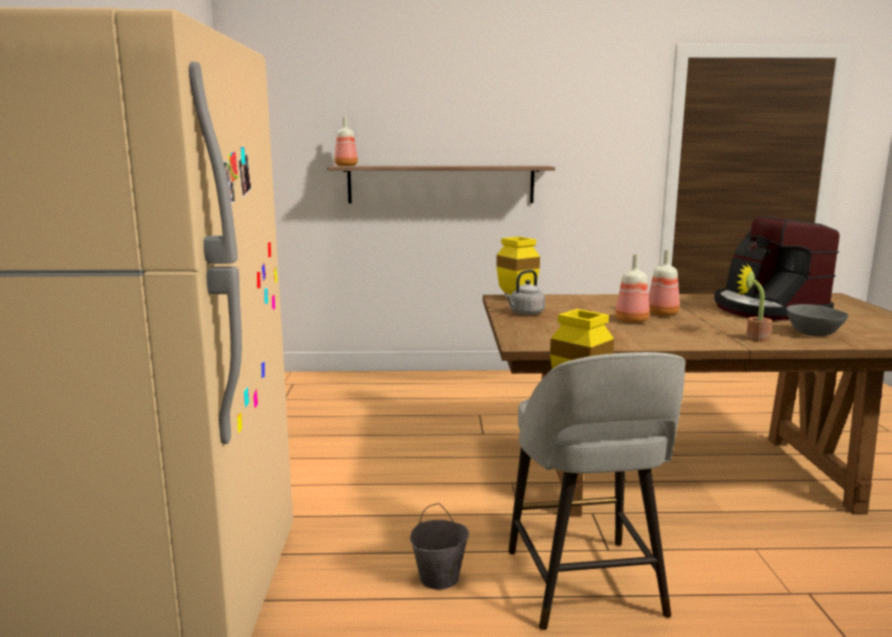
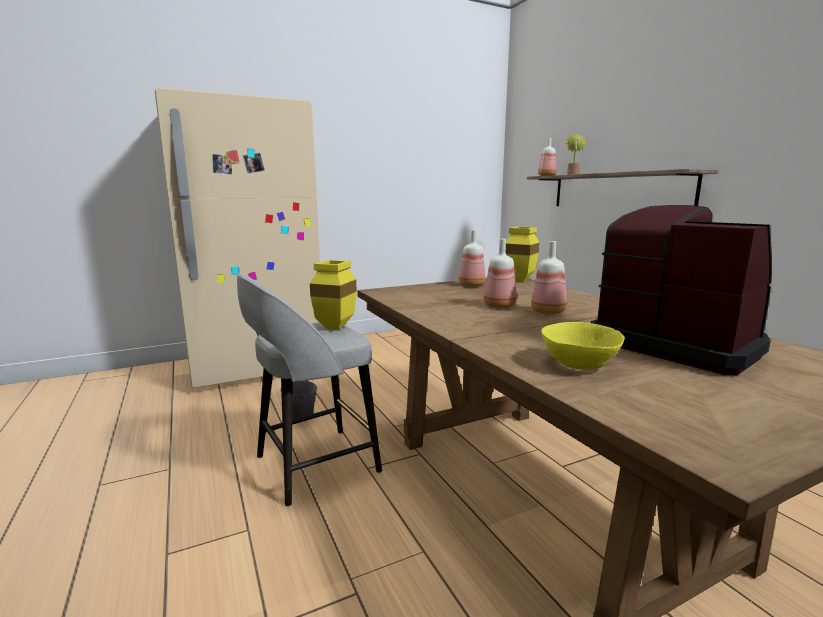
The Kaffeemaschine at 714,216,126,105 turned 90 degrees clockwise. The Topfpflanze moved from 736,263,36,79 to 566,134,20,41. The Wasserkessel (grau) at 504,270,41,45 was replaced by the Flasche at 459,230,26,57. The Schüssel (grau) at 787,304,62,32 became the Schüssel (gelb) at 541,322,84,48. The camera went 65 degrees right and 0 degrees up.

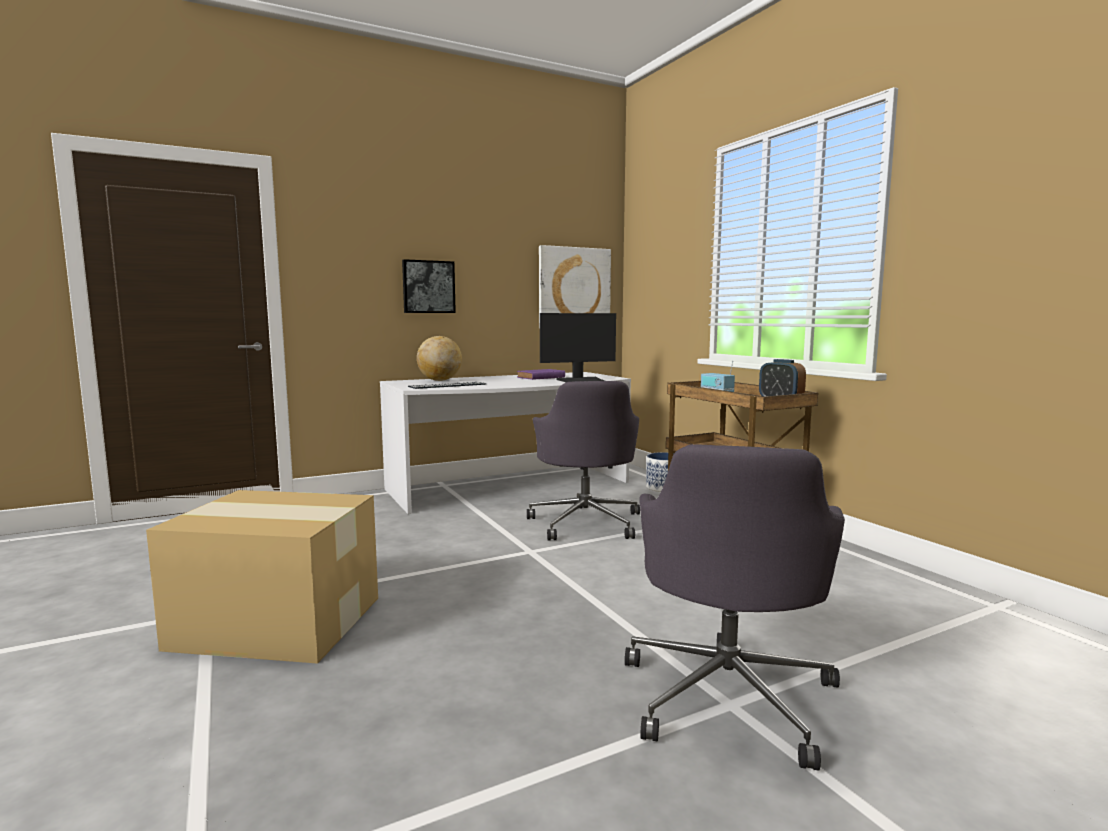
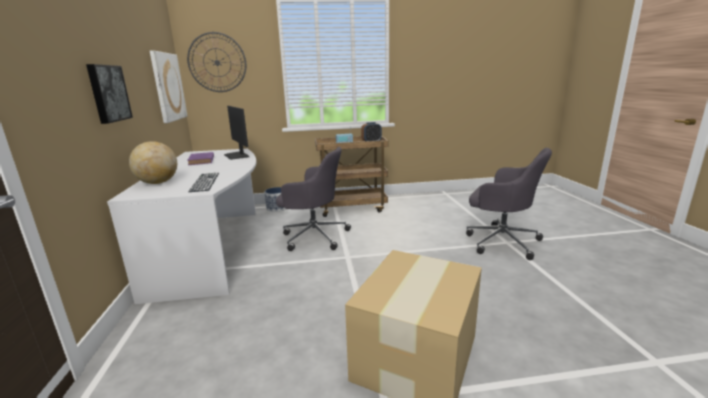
The Monitor at 540,313,76,69 turned 150 degrees clockwise. The Wanduhr at 187,32,60,60 appeared. The camera went 70 degrees left and 10 degrees up.

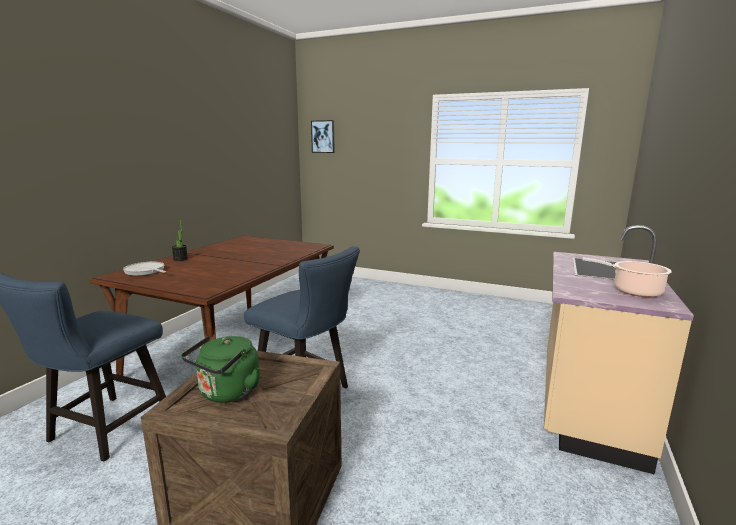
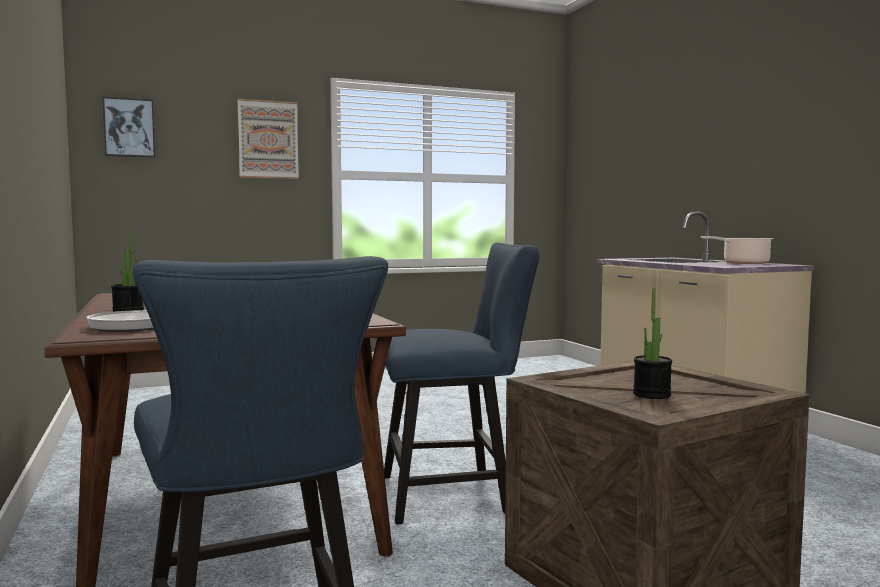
The Wasserkessel (grün) at 181,336,79,67 was replaced by the Topfpflanze at 633,288,39,111. The Bild at 238,98,61,81 appeared. The camera went 45 degrees left and 10 degrees down.

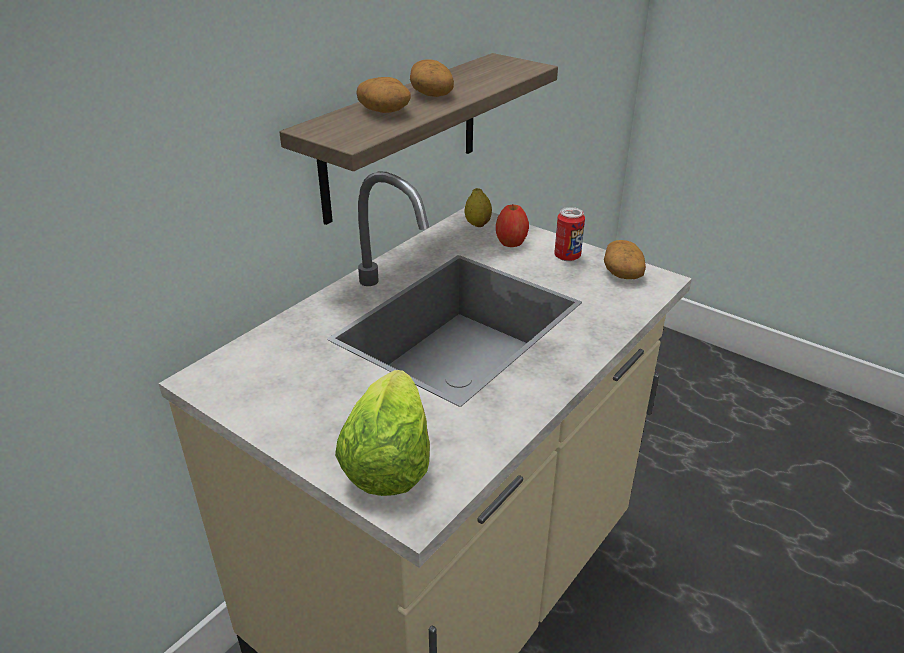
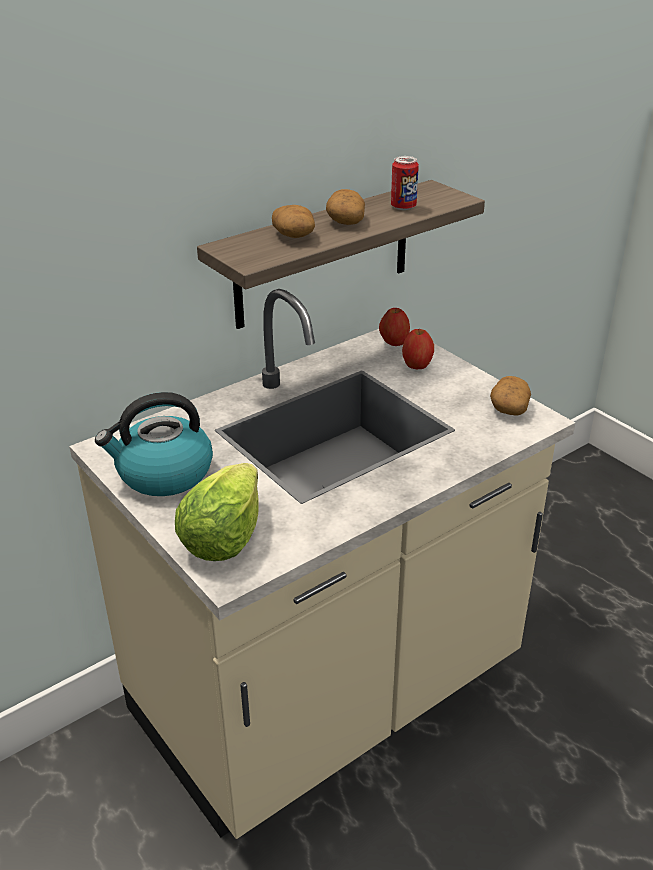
The Zitrone at 464,188,28,39 was replaced by the Apfel at 379,308,31,38. The Dose moved from 554,207,31,54 to 391,156,28,54. The Wasserkessel at 95,392,118,104 appeared. The camera went 15 degrees right and 0 degrees up.

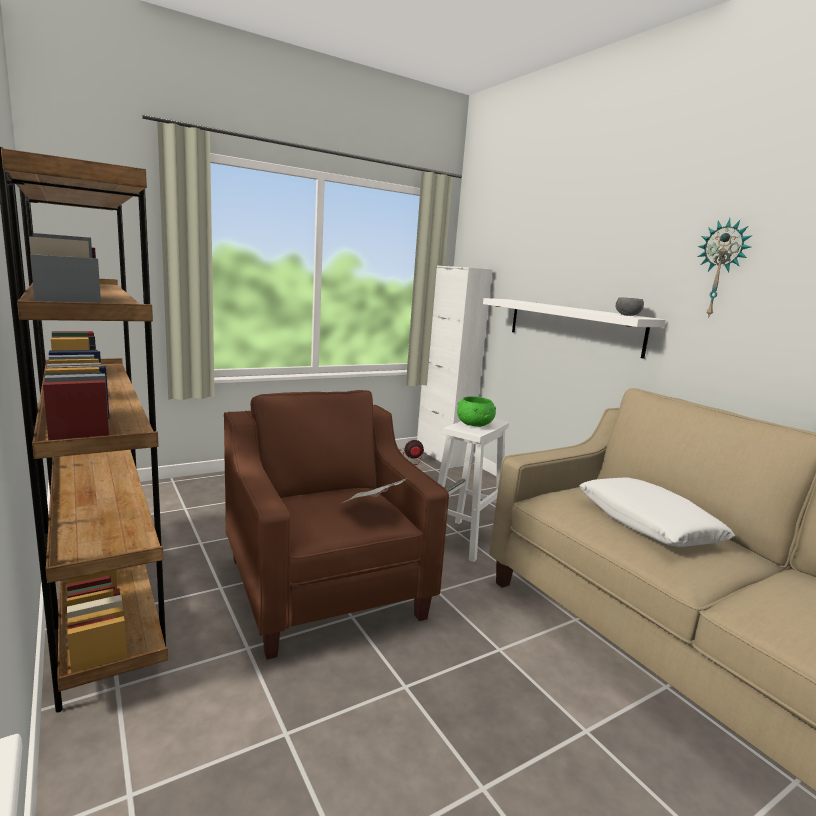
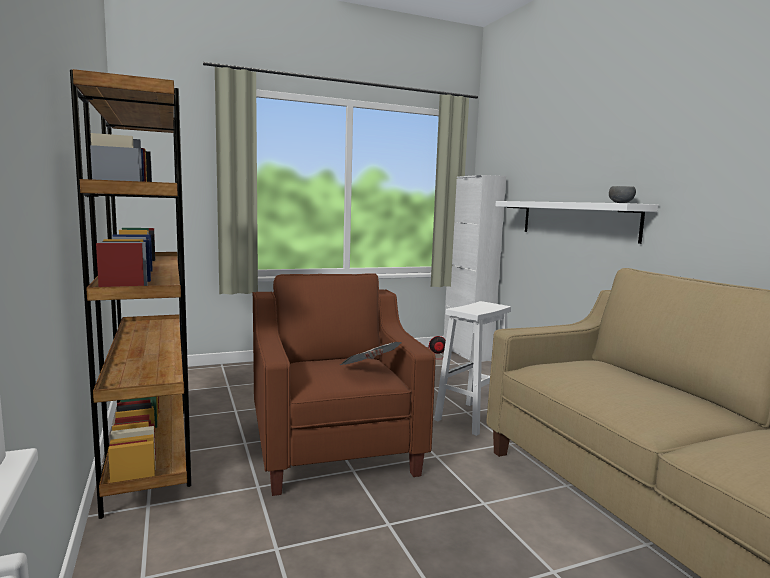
The Wanduhr at 697,218,54,100 disappeared. The Schüssel (grün) at 457,396,39,31 disappeared. The Kissen (weiß) at 580,478,155,69 disappeared. The camera went 10 degrees right and 5 degrees down.

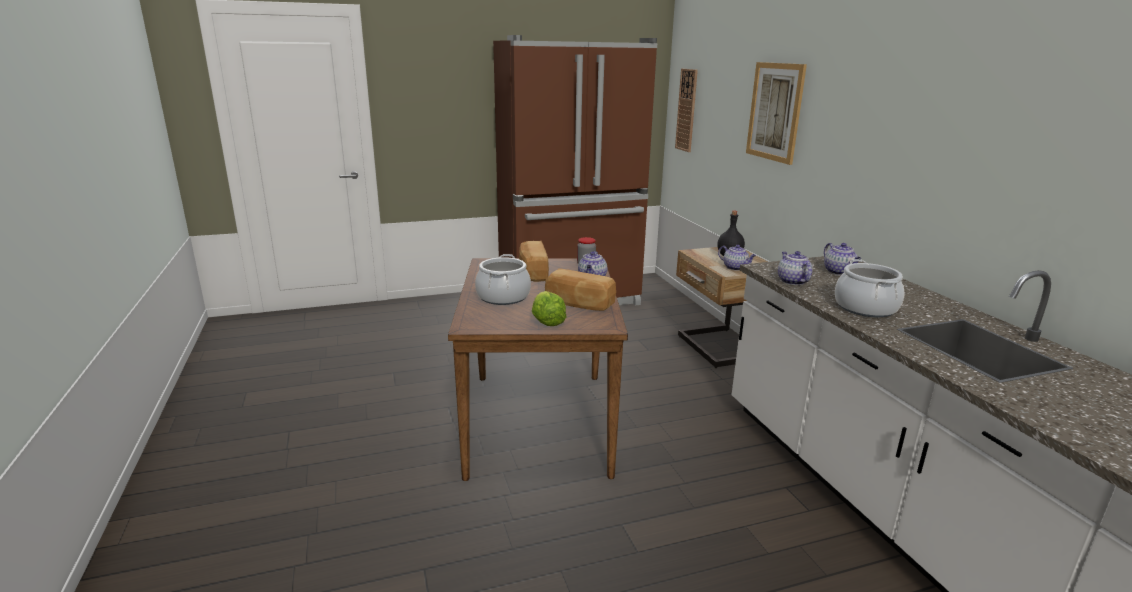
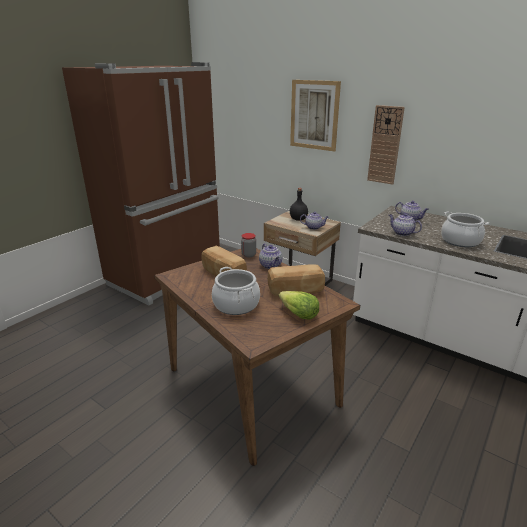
The Wanduhr moved from 675,69,23,83 to 367,105,38,80. The camera went 35 degrees left and 5 degrees up.

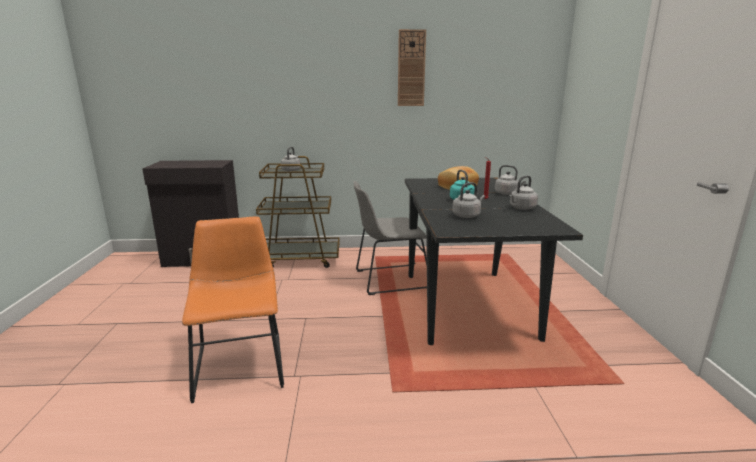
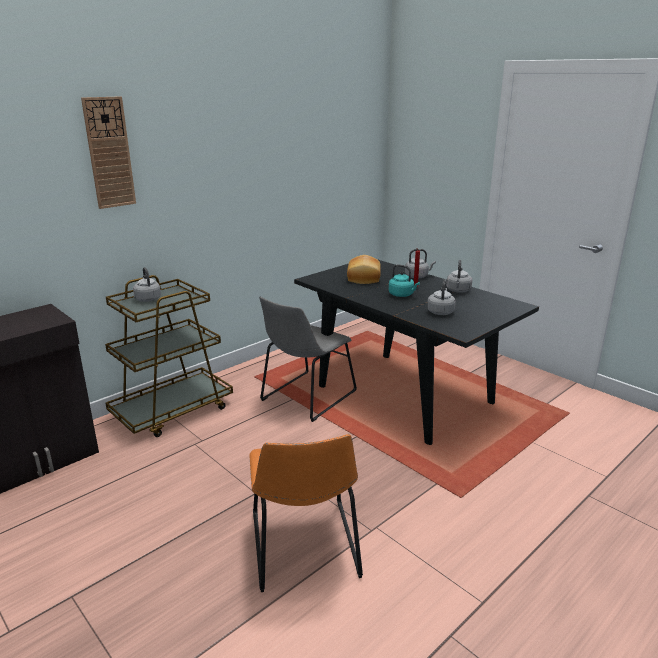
The Wanduhr moved from 398,29,28,77 to 81,96,55,113. The Stuhl (orange) at 182,216,102,187 turned 135 degrees counterclockwise. The camera went 40 degrees left and 5 degrees up.

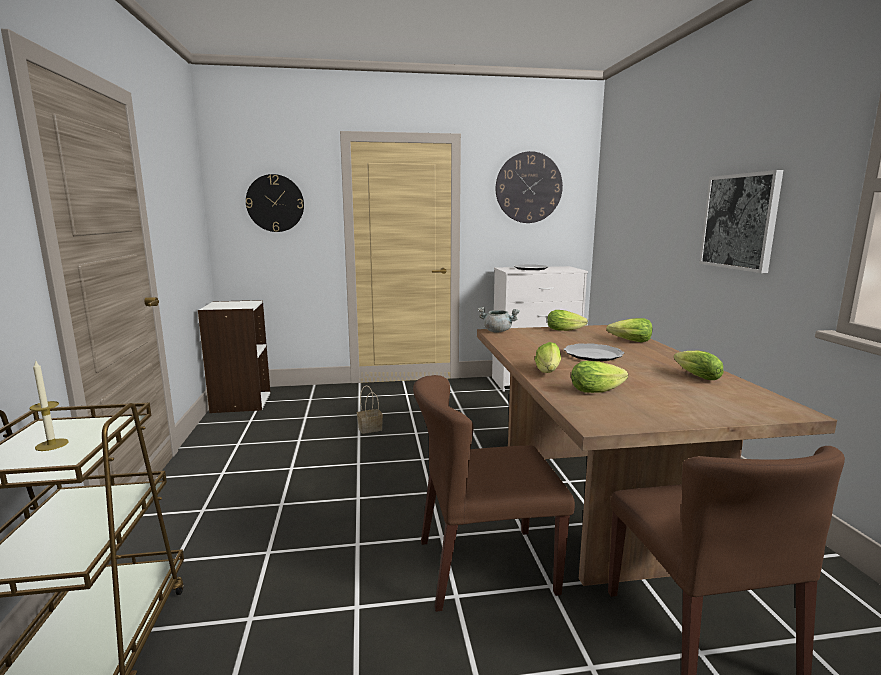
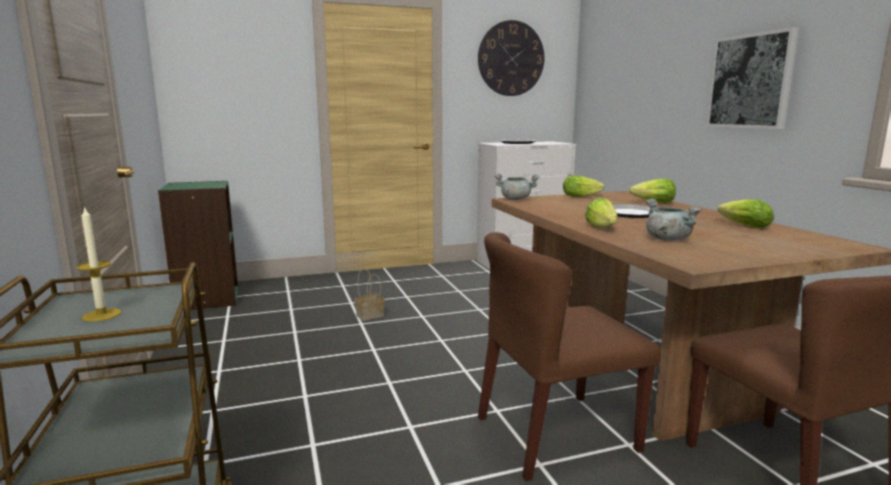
The Wanduhr at 246,174,58,58 disappeared. The Bücherregal (weiß) at 198,300,73,113 became the Bücherregal (grün) at 158,181,80,129. The Salatkopf at 571,361,57,32 was replaced by the Kochtopf (grau) at 646,199,56,42. The camera went 10 degrees left and 0 degrees up.

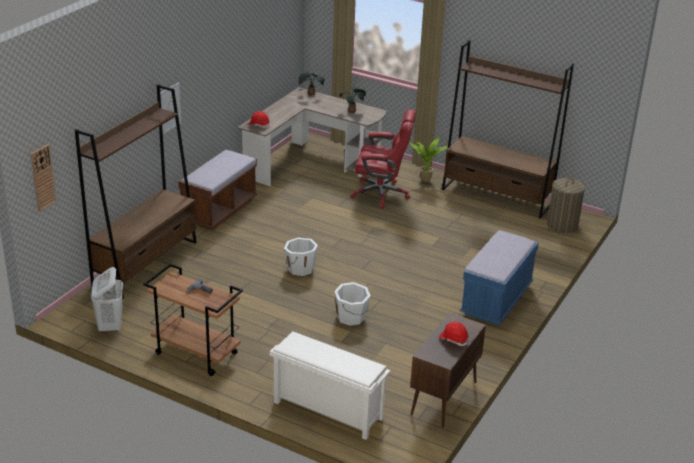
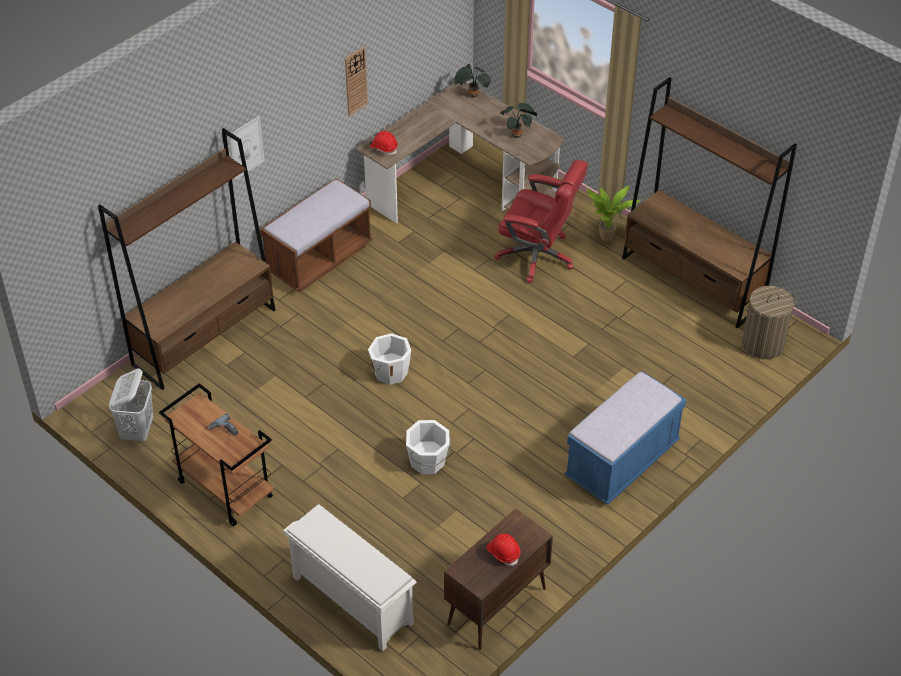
The Wanduhr moved from 31,144,25,68 to 345,47,23,69. The camera went 15 degrees right and 15 degrees up.

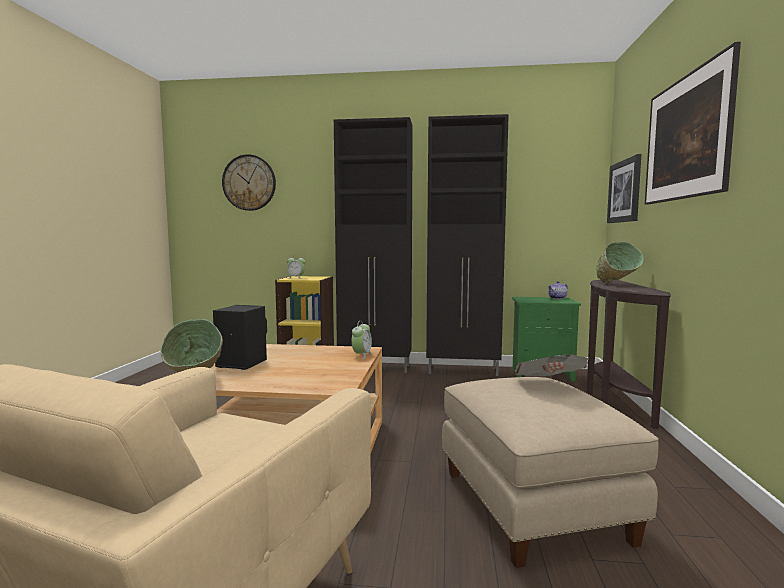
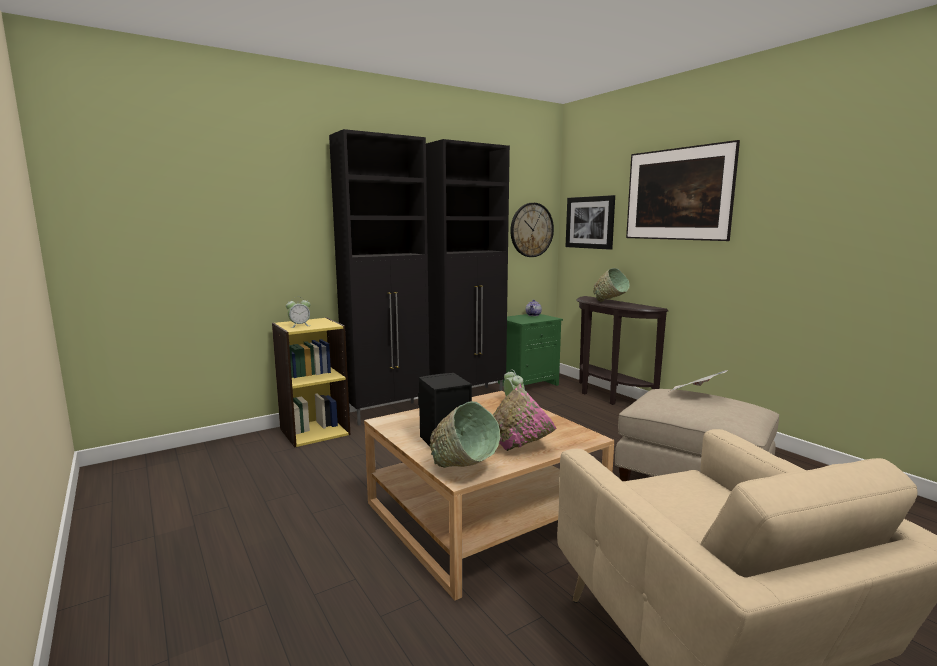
The Wanduhr moved from 222,154,54,57 to 510,203,44,54. The Schüssel (rosa) at 493,384,64,67 appeared. The camera went 40 degrees left and 5 degrees up.

